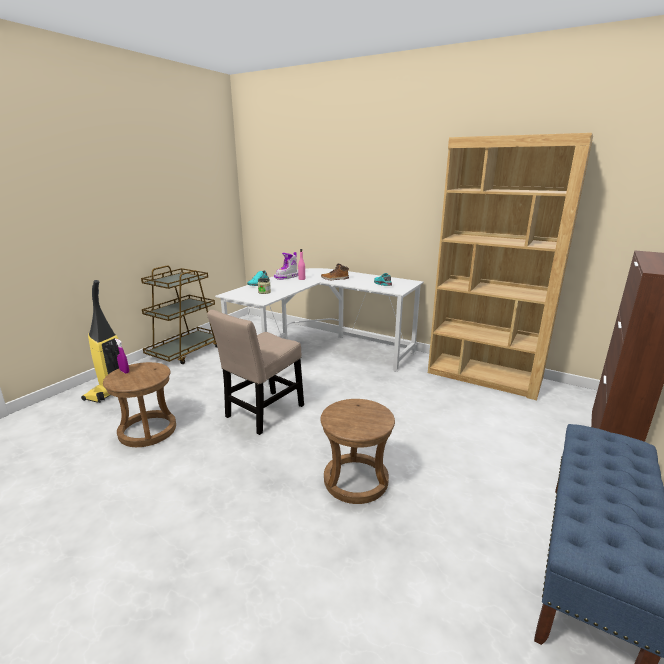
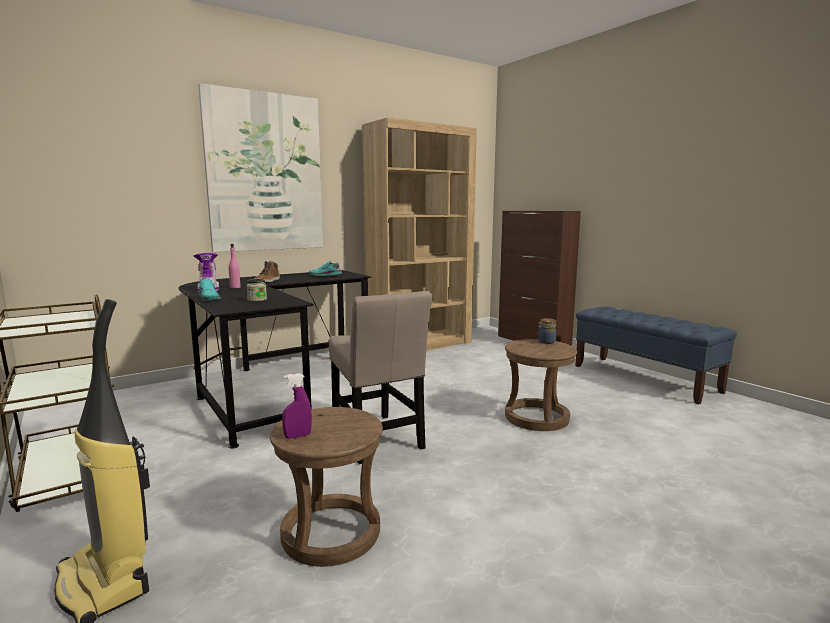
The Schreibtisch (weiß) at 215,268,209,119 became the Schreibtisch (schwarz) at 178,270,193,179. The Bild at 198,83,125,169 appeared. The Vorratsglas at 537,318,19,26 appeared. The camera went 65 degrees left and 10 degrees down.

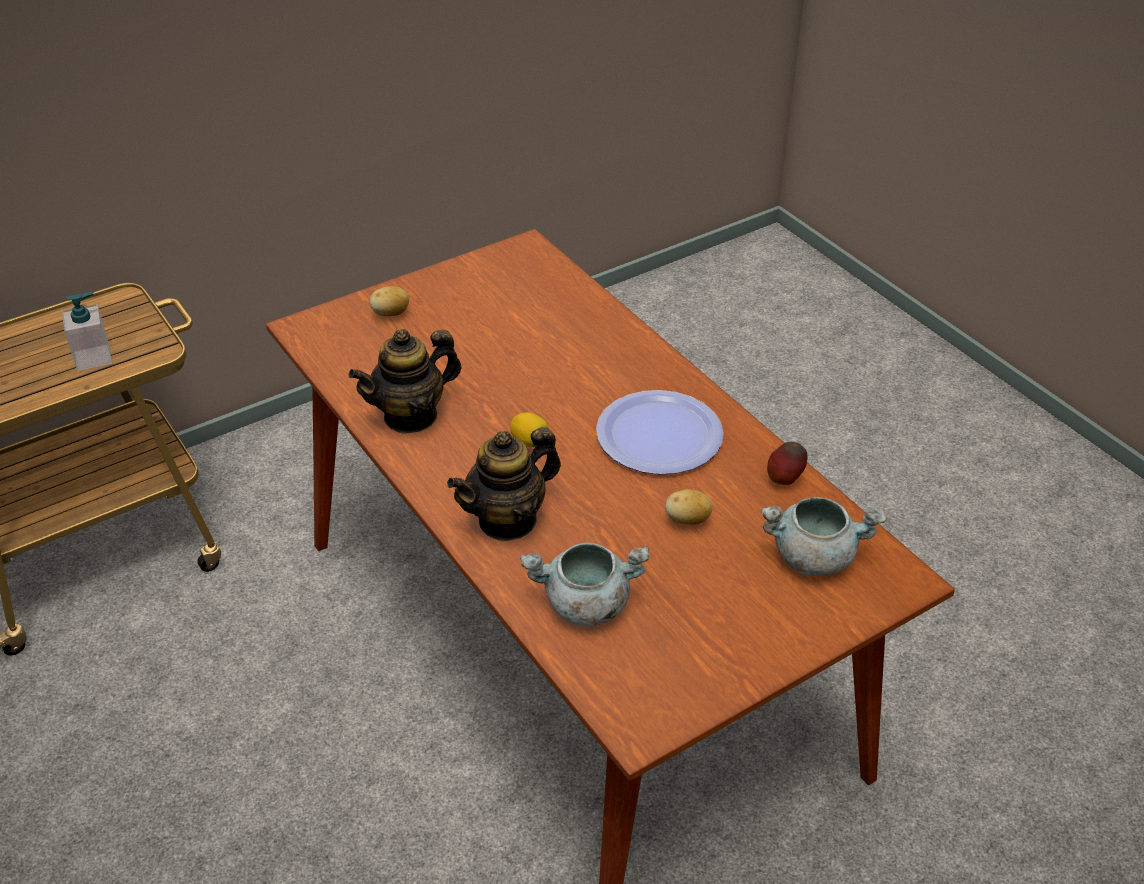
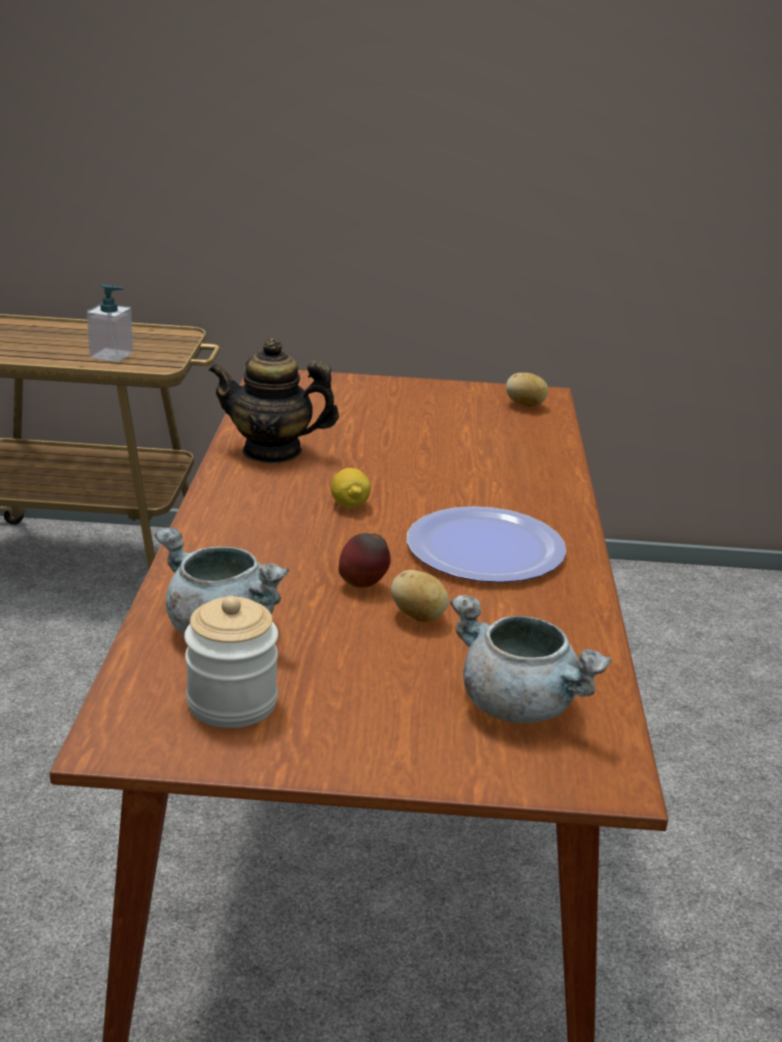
The Kartoffel moved from 370,286,39,30 to 506,373,42,34. The Teekanne at 447,427,114,114 disappeared. The Apfel moved from 767,442,40,43 to 338,533,53,55. The Vorratsglas at 184,596,94,132 appeared. The camera went 35 degrees right and 15 degrees down.

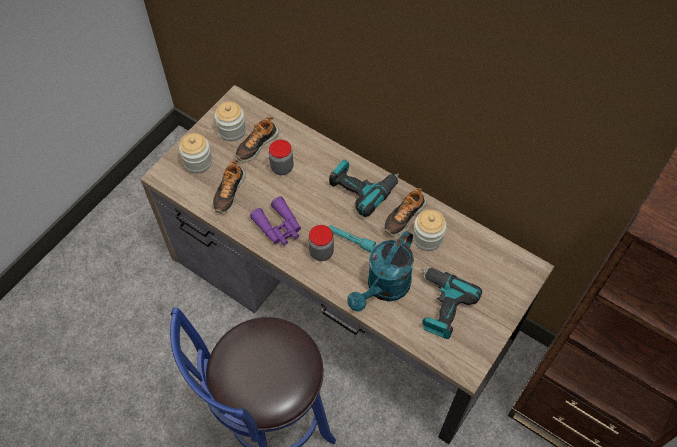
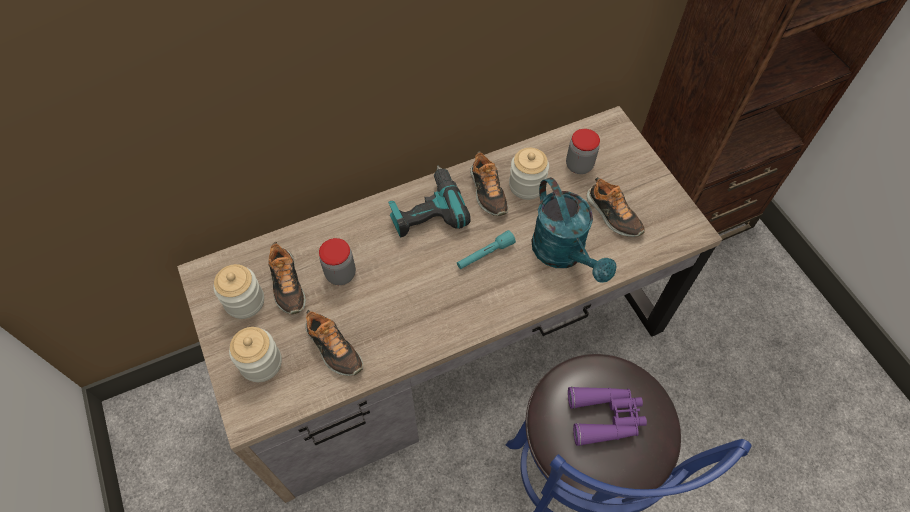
The Fernglas (lila) moved from 250,196,51,50 to 568,386,79,60. The Vorratsglas moved from 308,225,26,36 to 566,129,34,45. The Bohrmaschine at 421,267,61,72 was replaced by the Schuh at 587,177,58,60. The camera went 60 degrees left and 0 degrees up.

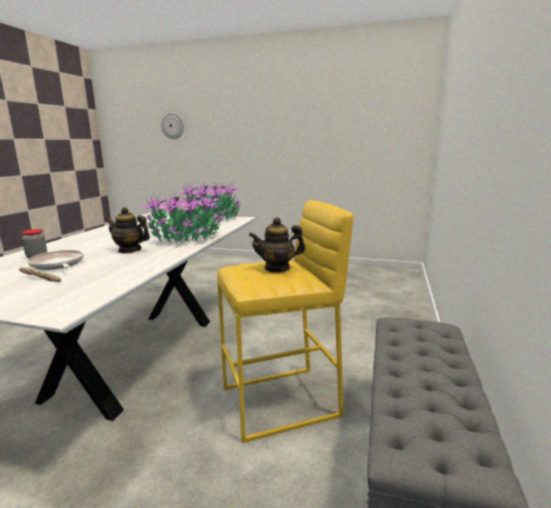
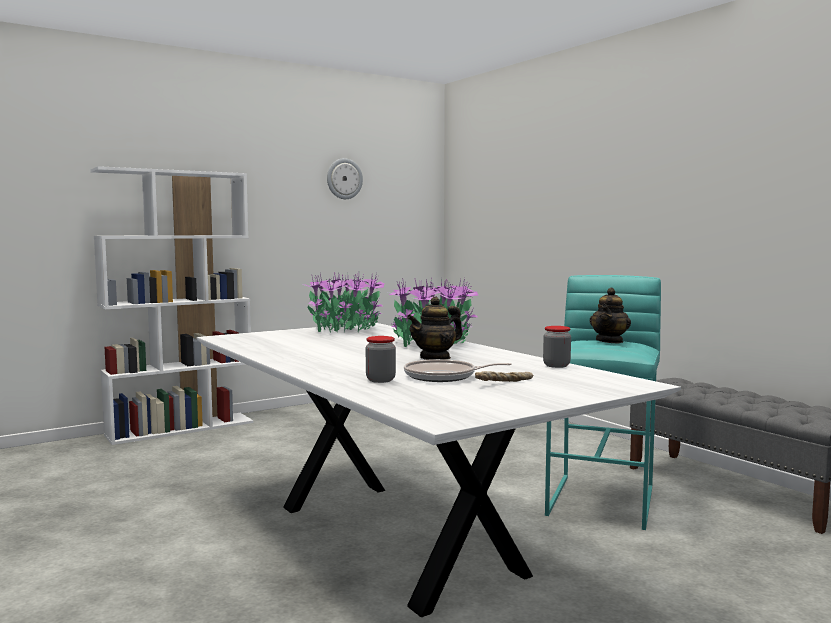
The Wanduhr moved from 161,112,23,27 to 327,158,36,41. The Hocker (gelb) at 217,200,136,243 became the Hocker (türkis) at 545,275,116,255. The Bücherregal (weiß) at 90,166,163,279 appeared. The Vorratsglas at 543,326,28,42 appeared. The camera went 50 degrees left and 10 degrees down.

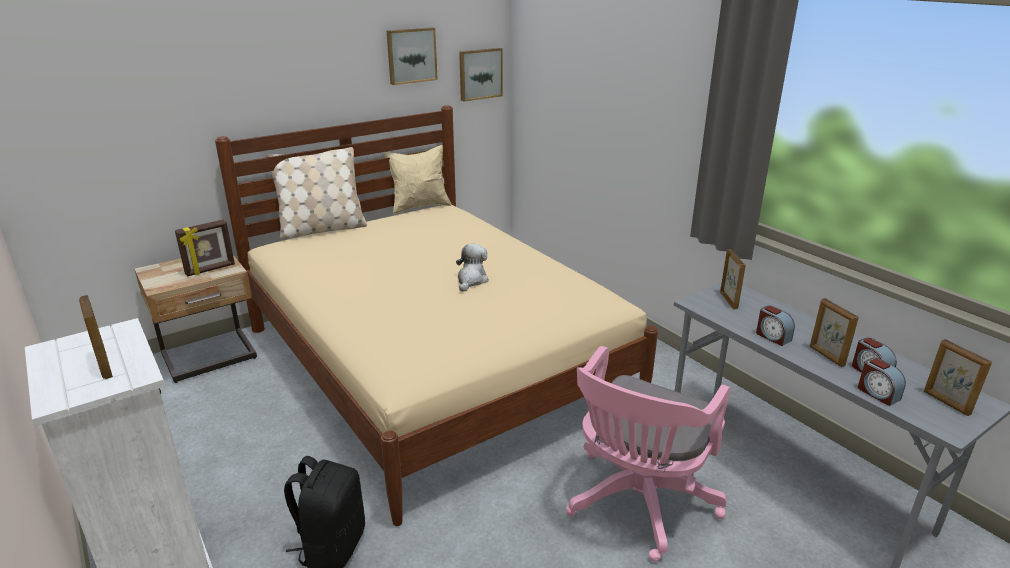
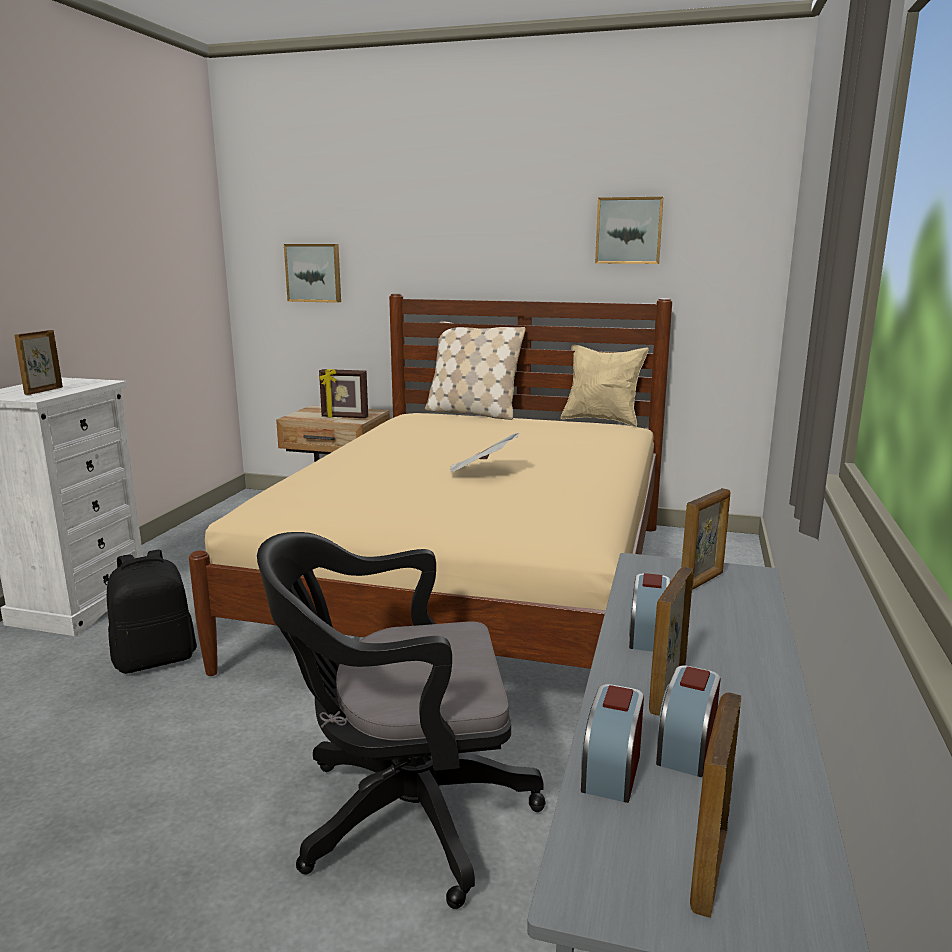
The Bild moved from 459,48,44,53 to 284,244,57,59. The Plüschtier at 456,244,33,48 was replaced by the Zeitung at 450,433,69,40. The Bürostuhl (rosa) at 566,346,164,216 became the Bürostuhl (schwarz) at 257,532,289,377. The camera went 50 degrees right and 10 degrees down.

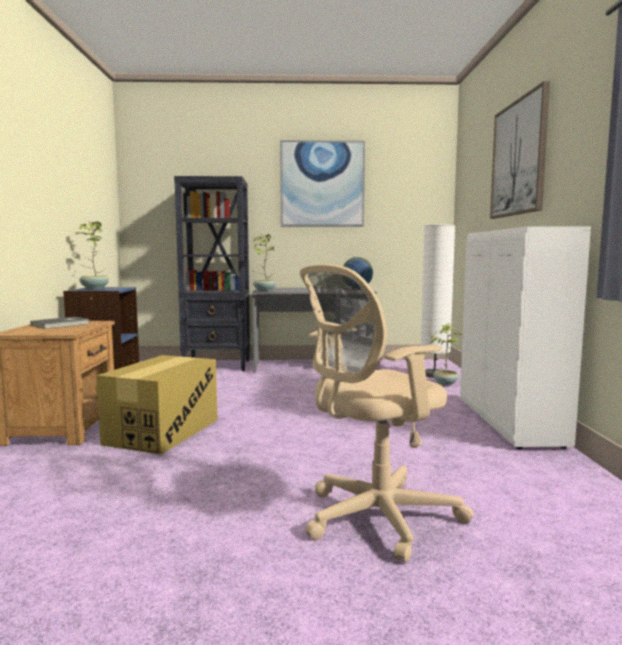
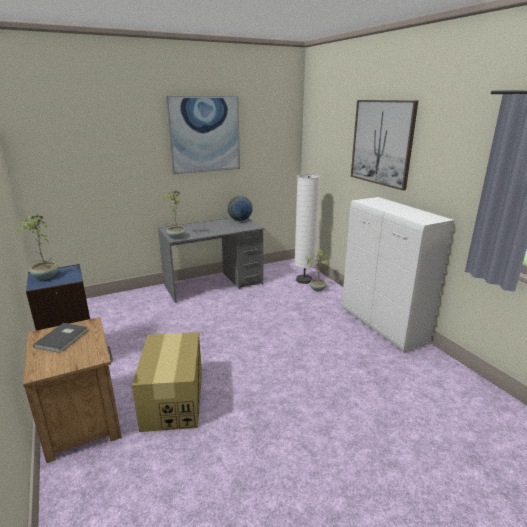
The Bücherregal (schwarz) at 174,176,76,195 disappeared. The Bürostuhl (beige) at 300,264,174,299 disappeared. The camera went 25 degrees left and 15 degrees up.

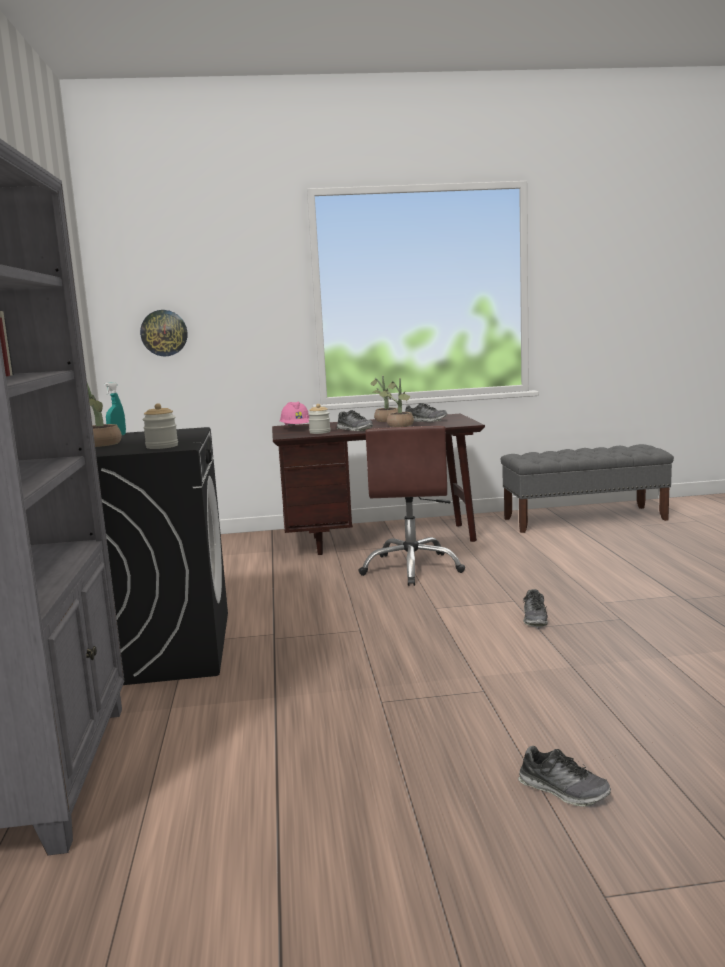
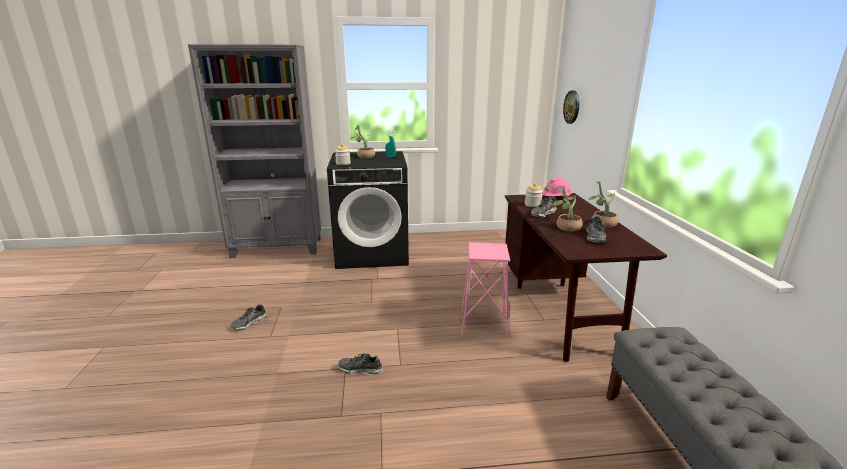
The Bürostuhl (braun) at 358,426,107,160 was replaced by the Hocker (rosa) at 462,242,48,96. The Schuh moved from 518,746,93,61 to 231,304,36,26. The camera went 90 degrees right and 10 degrees up.

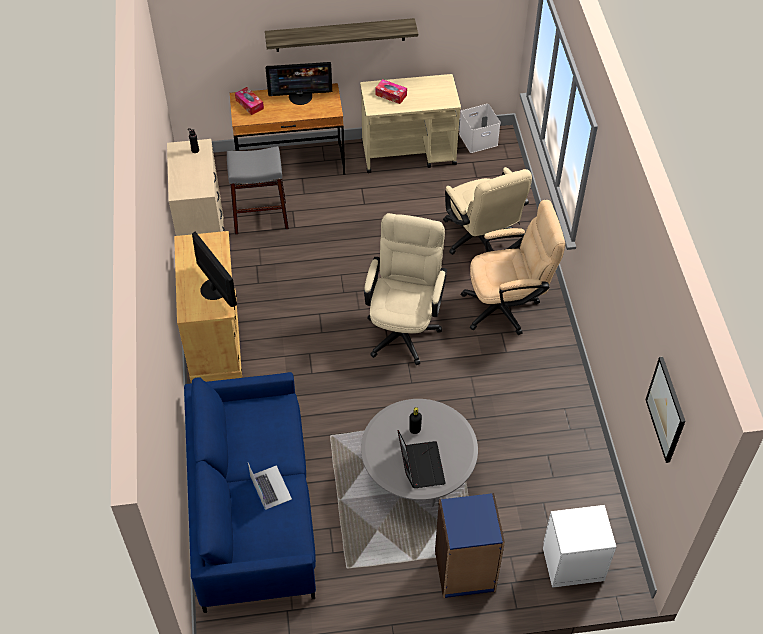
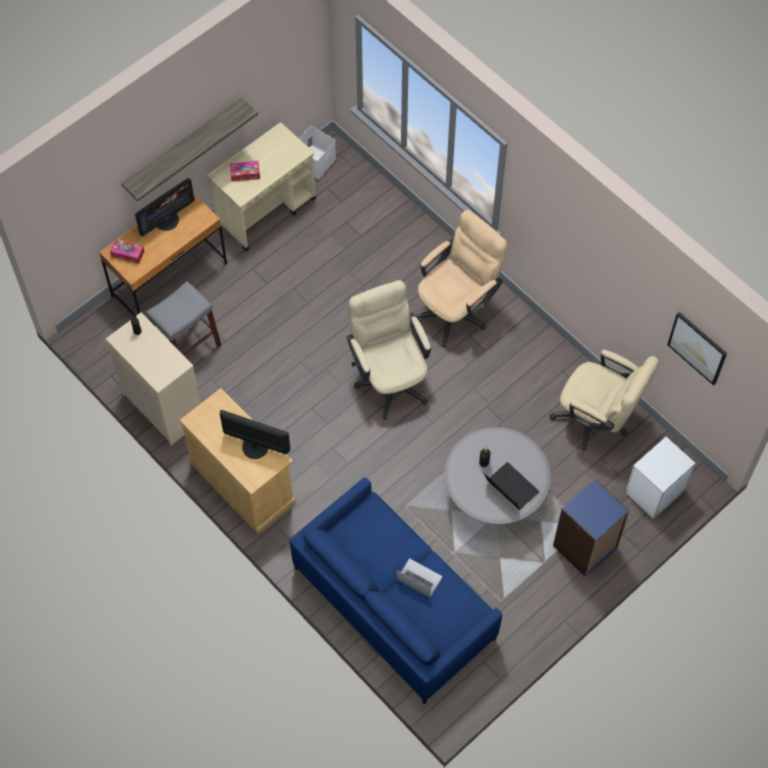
The Bürostuhl (beige) moved from 443,167,89,87 to 550,350,109,100. The camera went 35 degrees left and 10 degrees up.

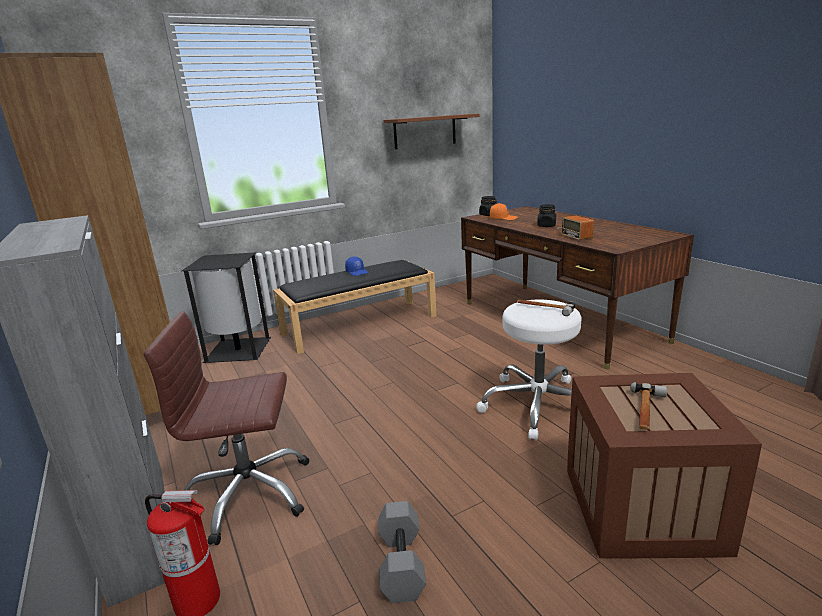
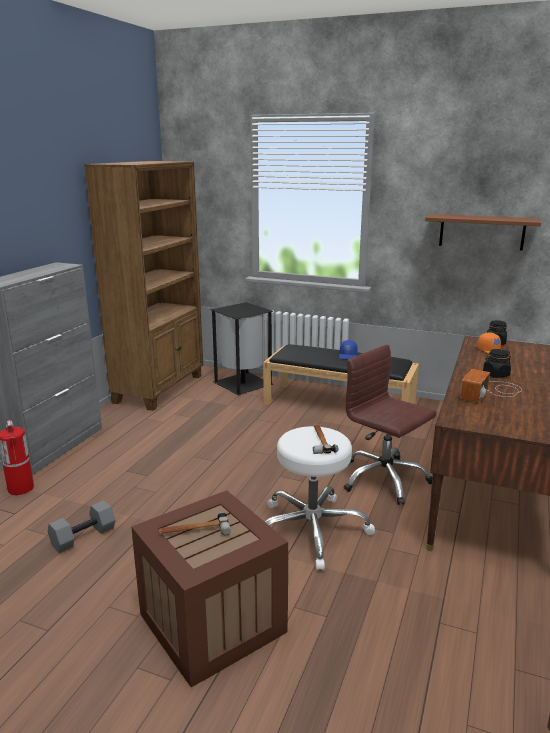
The Bürostuhl (braun) moved from 144,311,166,234 to 344,345,93,160. The camera went 50 degrees right and 0 degrees up.

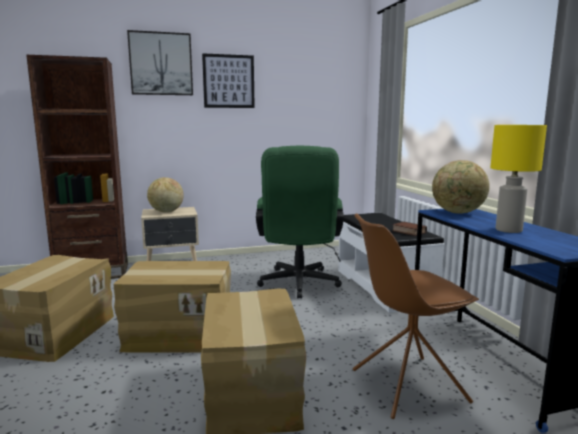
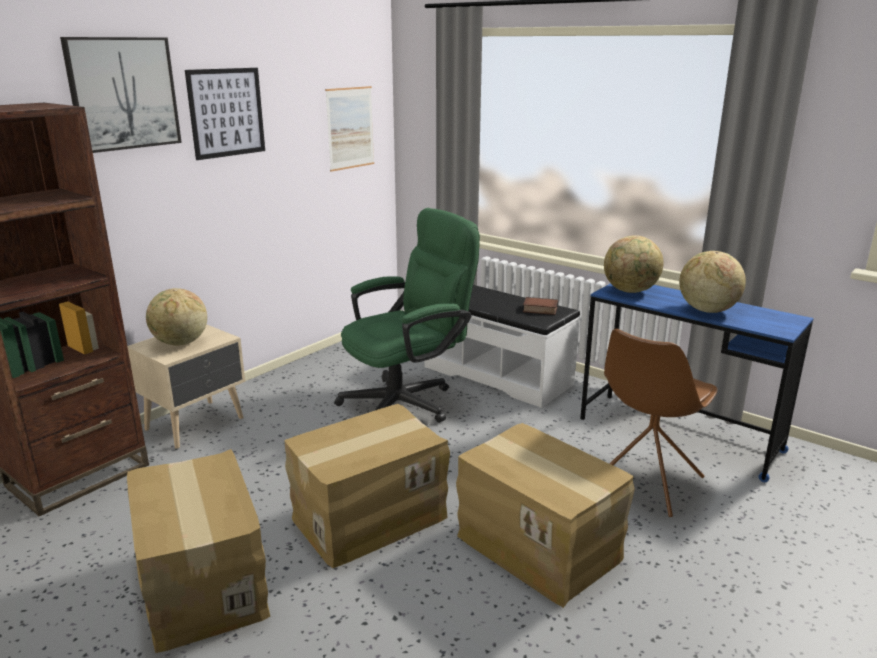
The Tischlampe (gelb) at 490,125,57,108 was replaced by the Globus at 679,251,67,62. The Bürostuhl (grün) at 256,146,88,152 turned 90 degrees counterclockwise. The Bild at 325,86,49,86 appeared. The camera went 35 degrees left and 10 degrees up.

